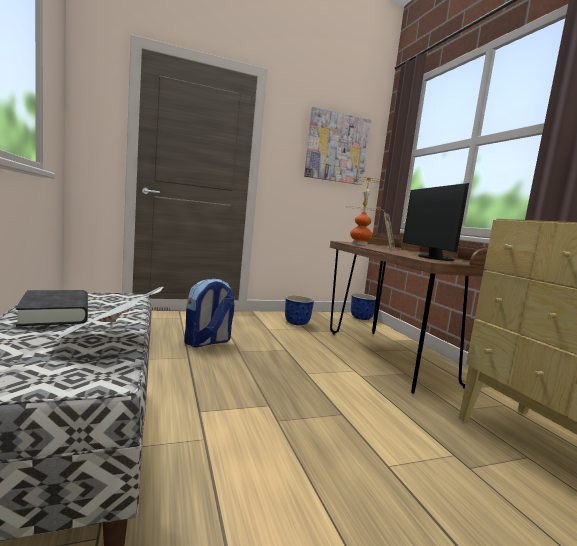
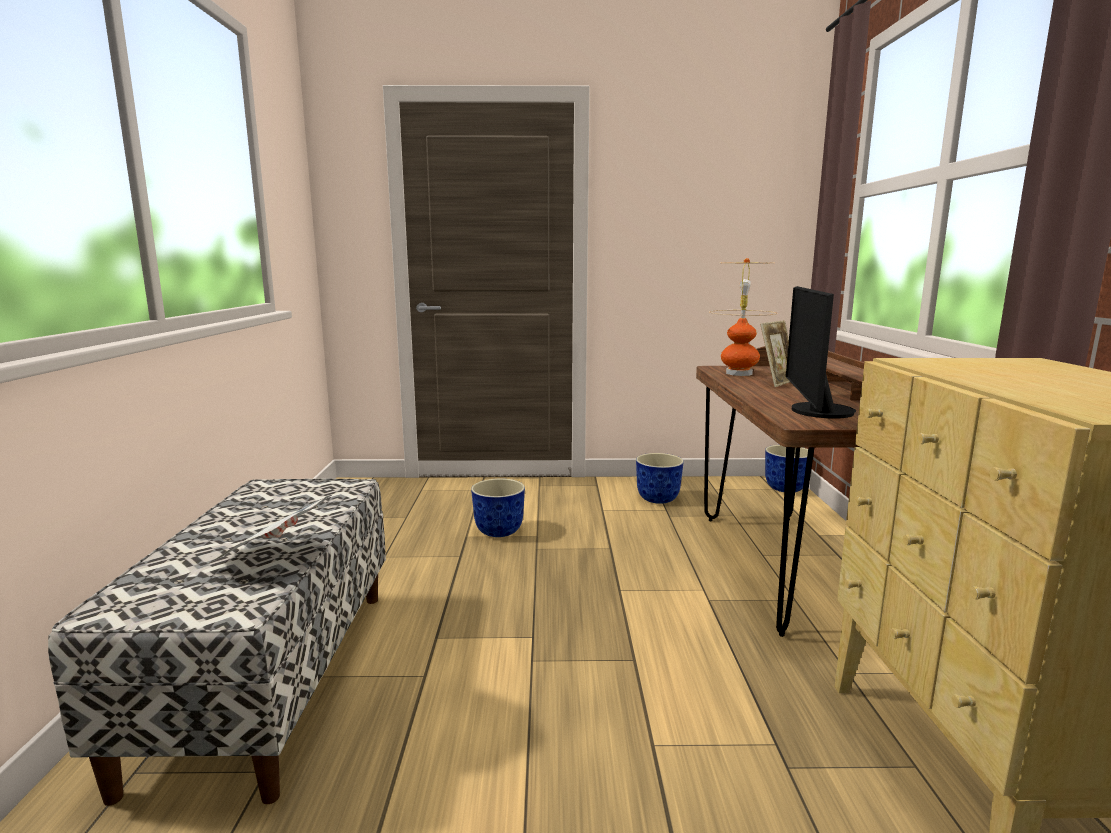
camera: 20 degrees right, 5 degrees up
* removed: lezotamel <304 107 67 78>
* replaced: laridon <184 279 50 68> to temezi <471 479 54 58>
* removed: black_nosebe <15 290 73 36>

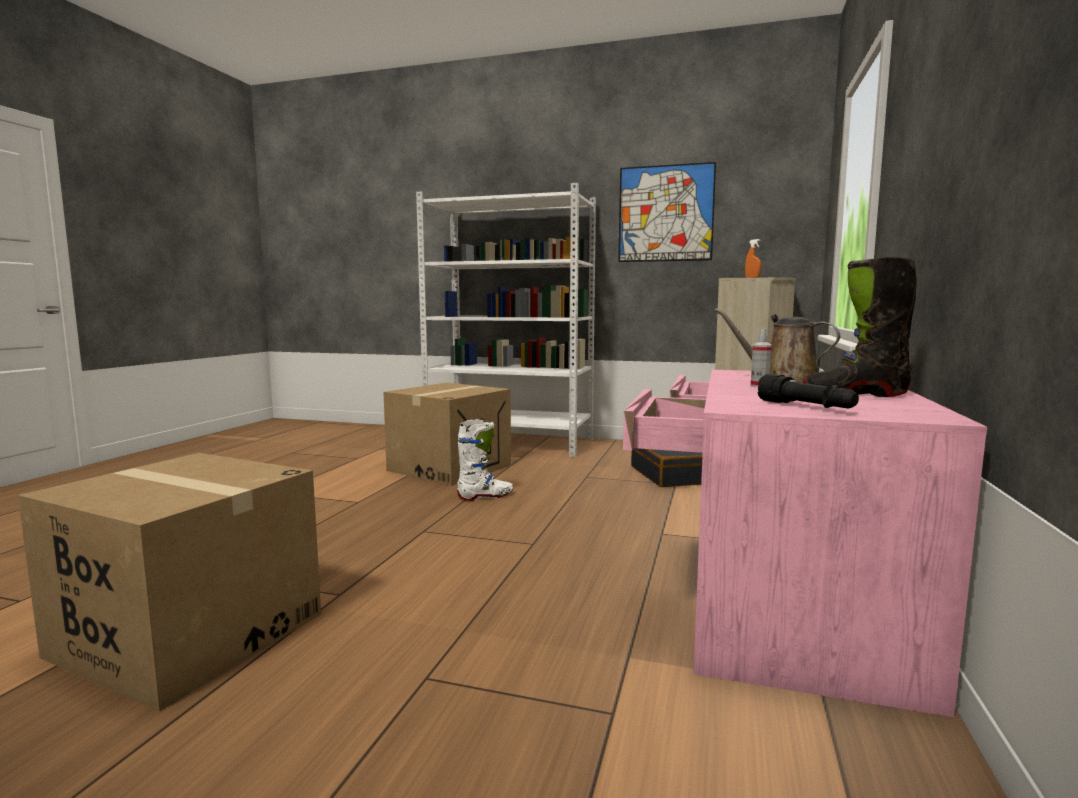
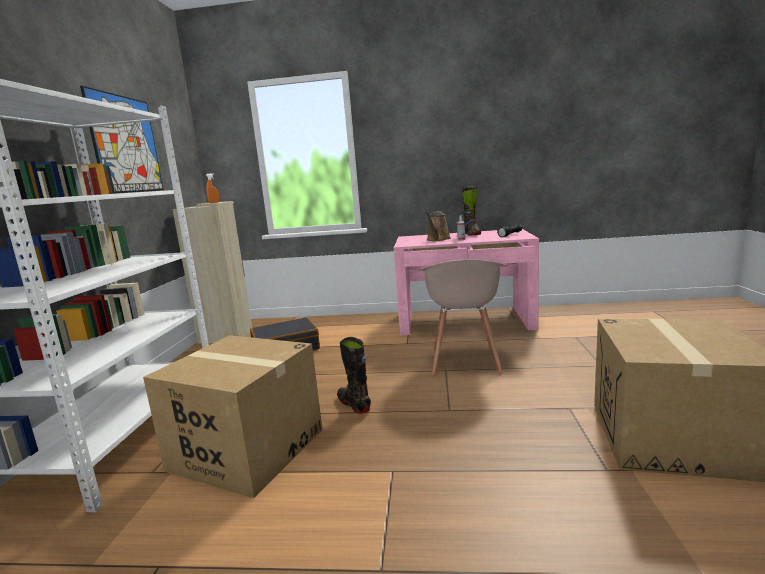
camera: 100 degrees left, 5 degrees up
* recoloured: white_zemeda <457 419 57 82> to black_zemeda <337 337 34 77>
* added: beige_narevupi <417 259 91 117>

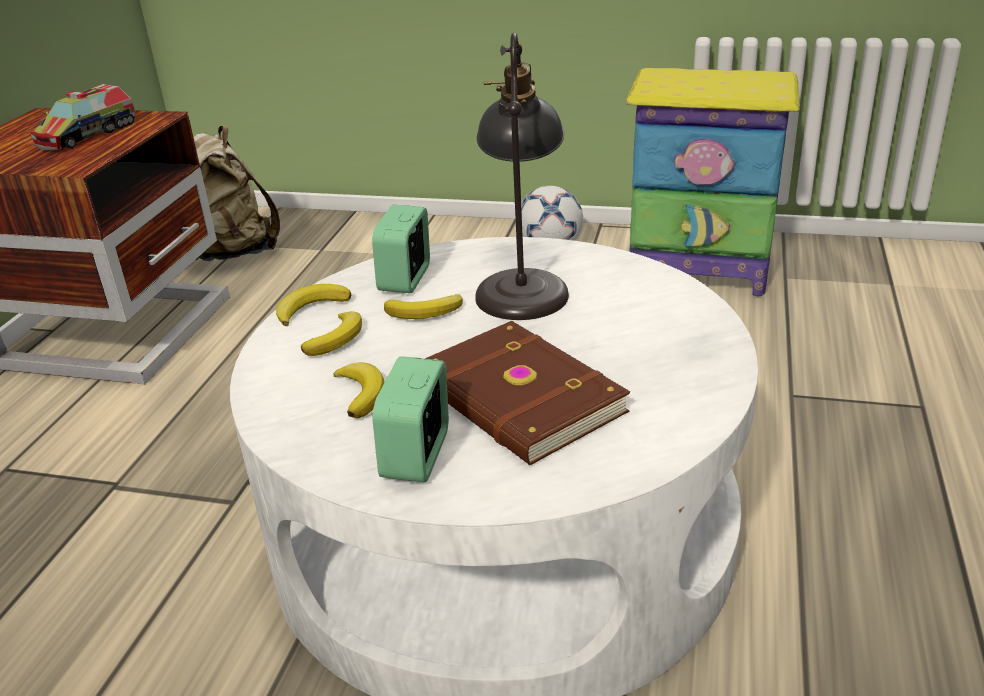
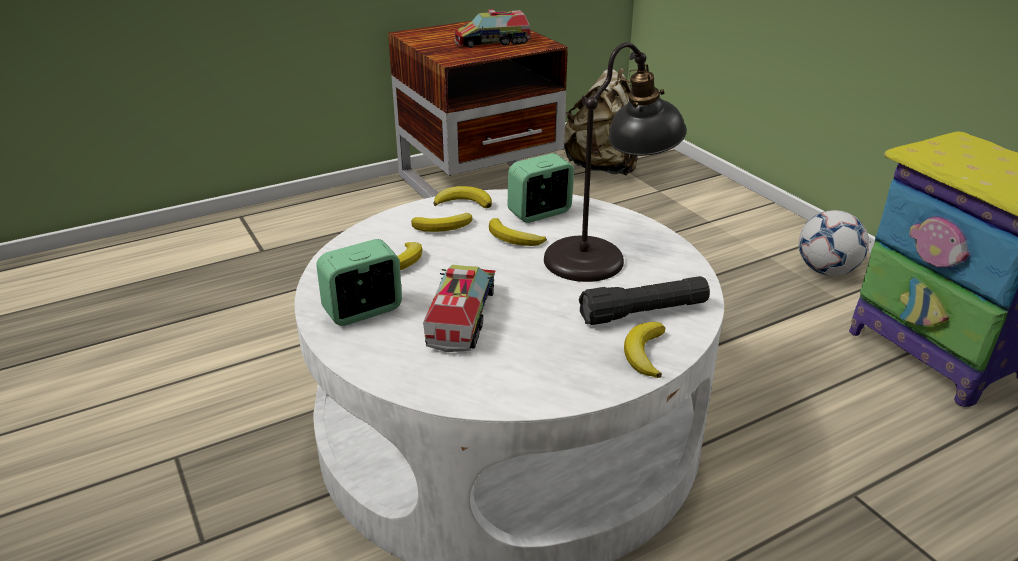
camera: 45 degrees right, 0 degrees up
* replaced: brown_nosebe <425 321 205 144> to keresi <423 265 73 87>
* added: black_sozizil <579 276 131 49>
* added: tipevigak <624 322 42 56>

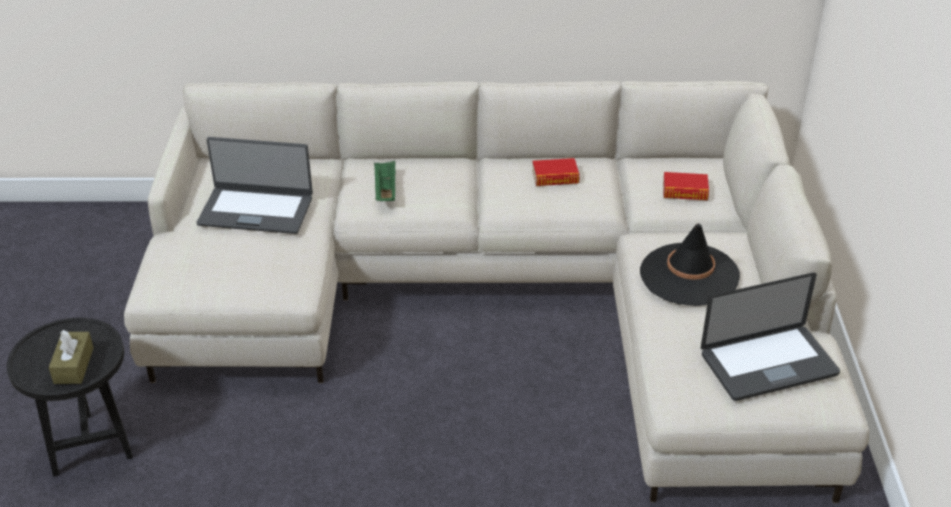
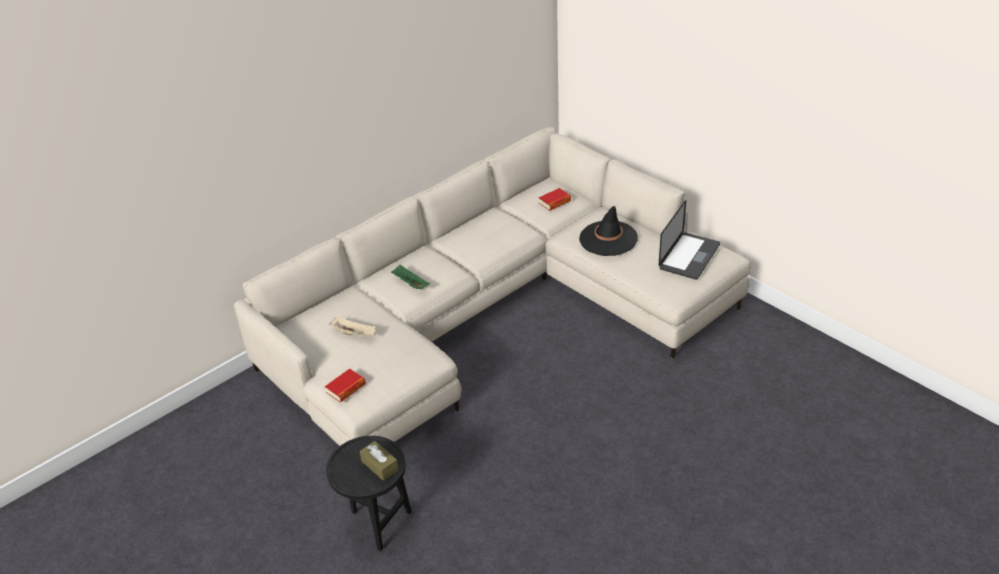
camera: 40 degrees left, 0 degrees up
* replaced: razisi <196 137 117 97> to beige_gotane <329 317 47 20>
* moved: nosebe <532 158 48 28> to <325 369 41 33>

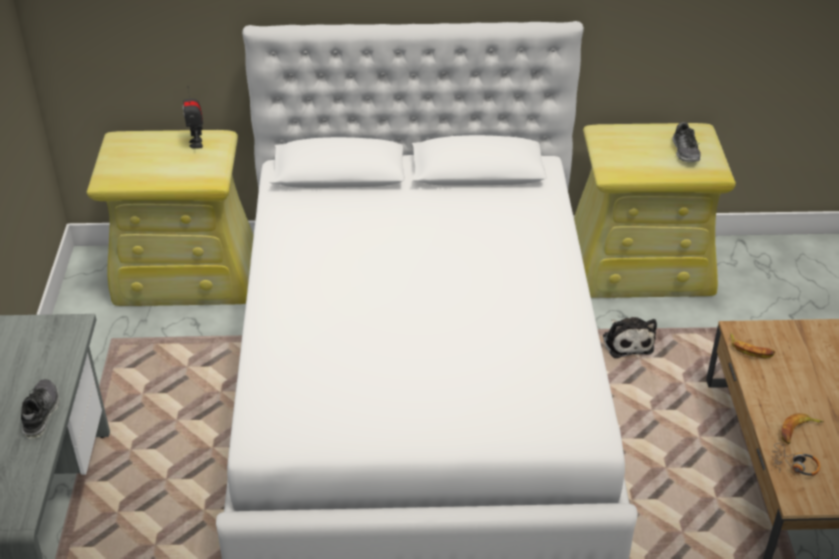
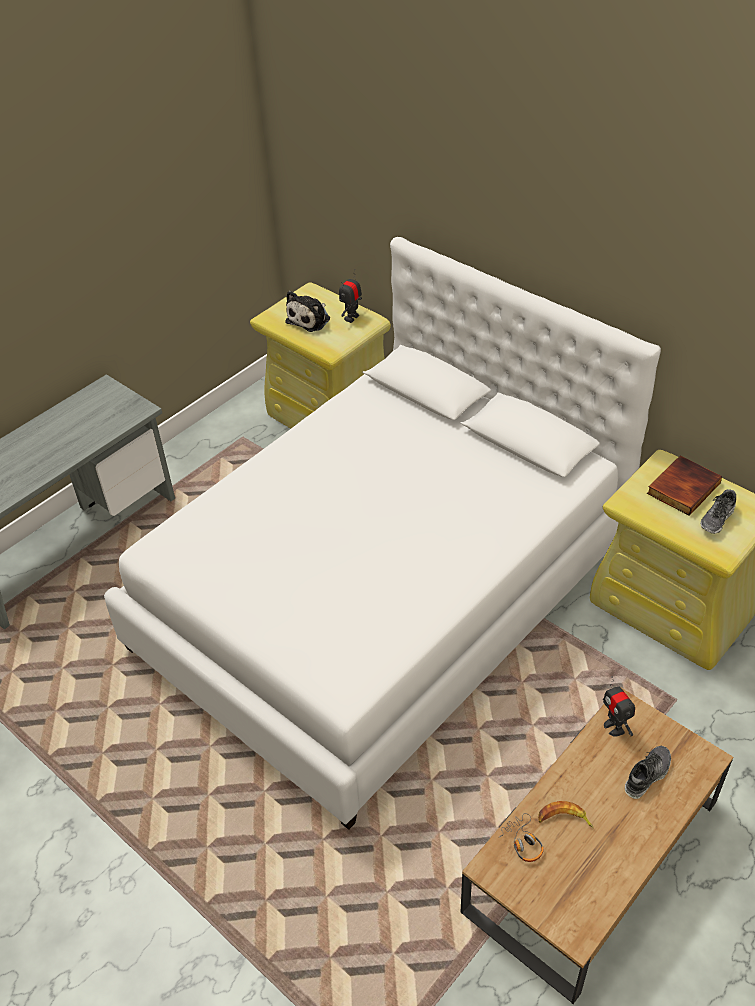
camera: 45 degrees right, 5 degrees up
* moved: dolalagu <603 317 54 41> to <285 291 45 41>
* replaced: tipevigak <730 333 45 25> to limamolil <603 676 32 61>
* moved: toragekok <21 379 39 60> to <625 746 46 53>
* added: nosebe <647 456 75 60>

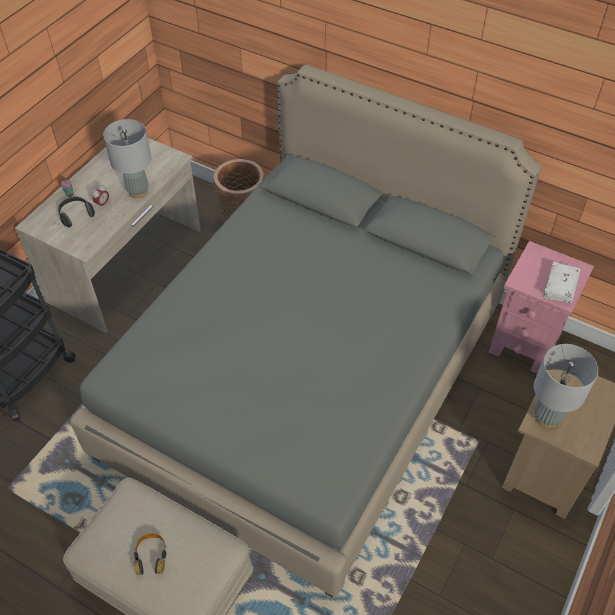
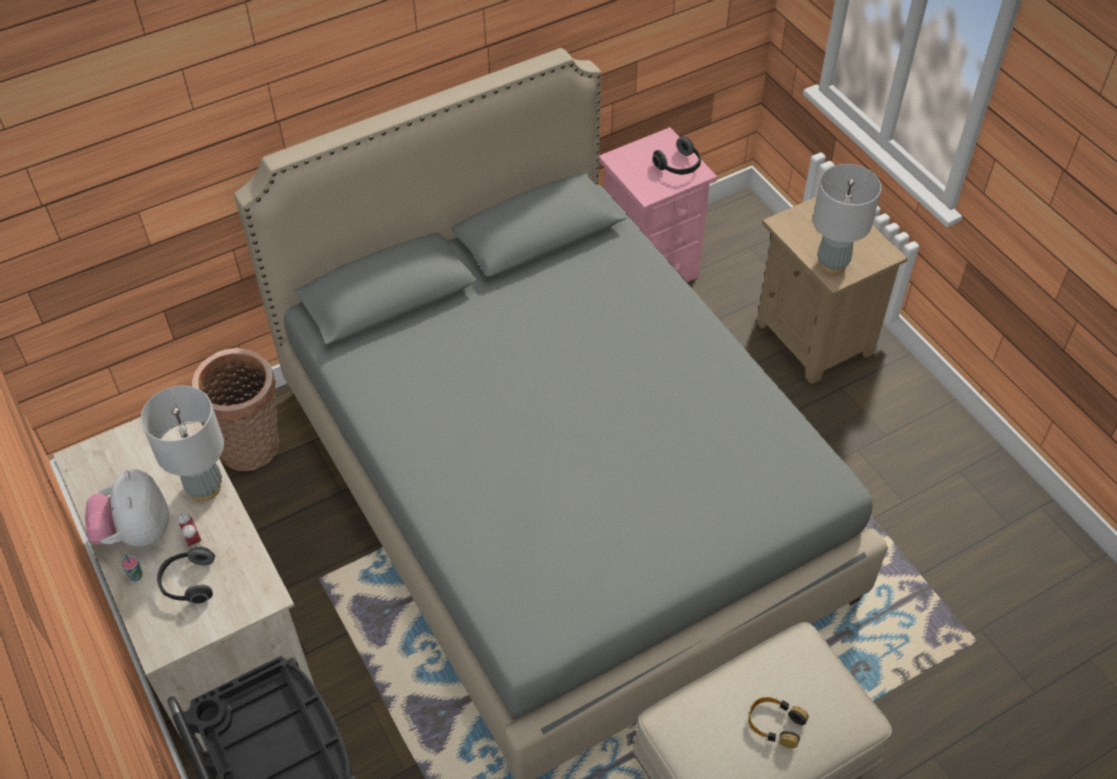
camera: 60 degrees left, 0 degrees up
* replaced: white_nosebe <543 262 38 41> to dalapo <652 136 49 39>
* added: dolalagu <85 469 84 78>

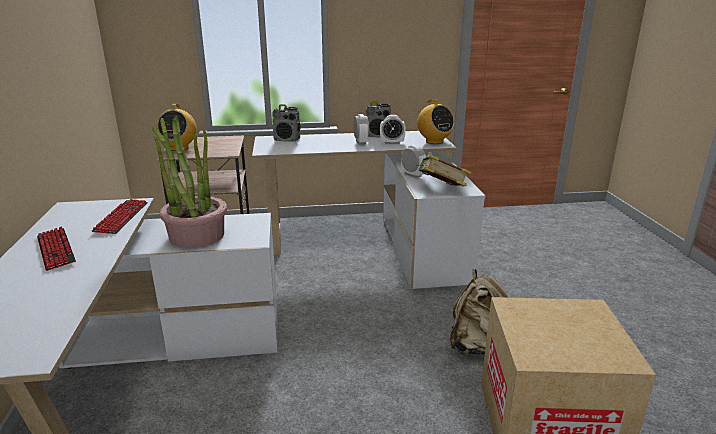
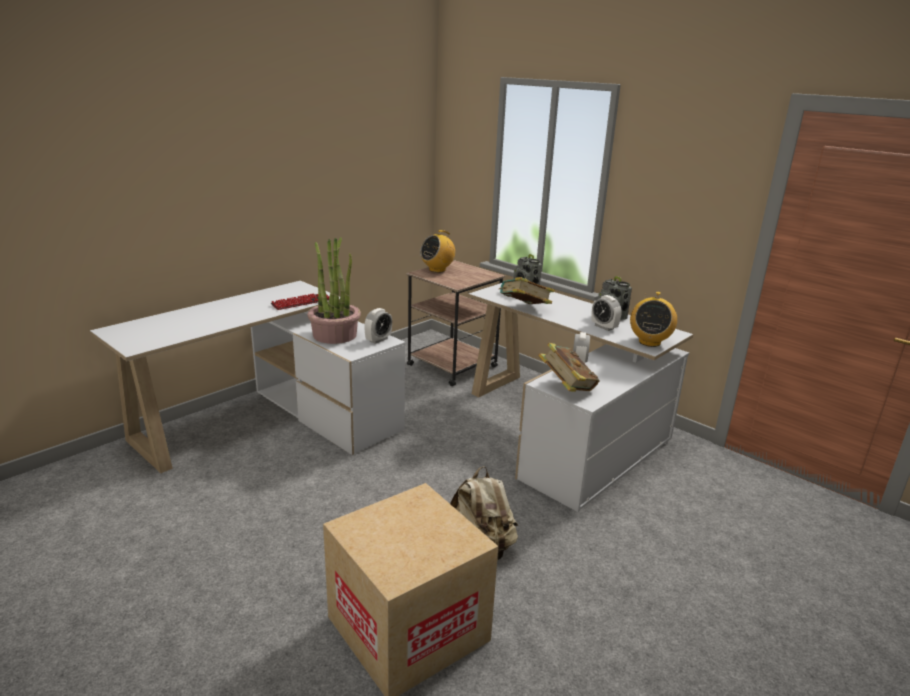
camera: 50 degrees right, 0 degrees up
* moved: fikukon <353 114 16 31> to <364 308 28 36>
* removed: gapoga <37 226 39 45>
* added: nosebe <499 277 56 27>

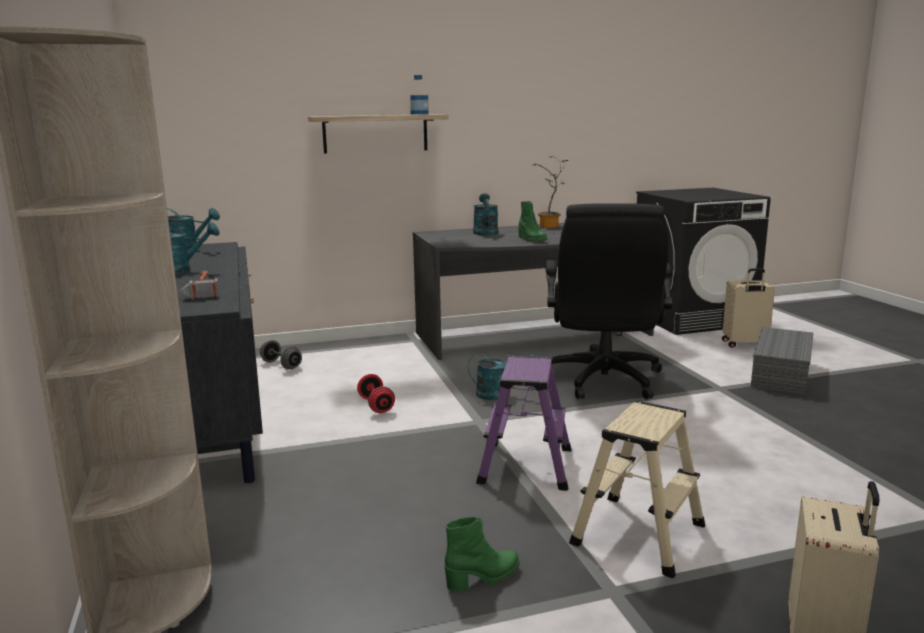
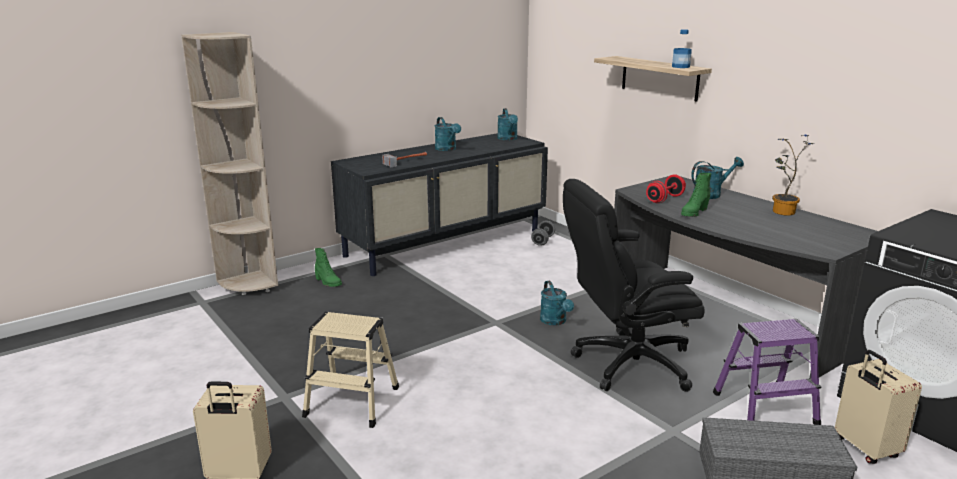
camera: 70 degrees right, 5 degrees up
* moved: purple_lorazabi <476 355 95 136> to <713 318 108 107>
* moved: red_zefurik <357 374 38 39> to <646 174 40 29>
* moved: green_zemeda <444 517 75 74> to <315 248 27 39>

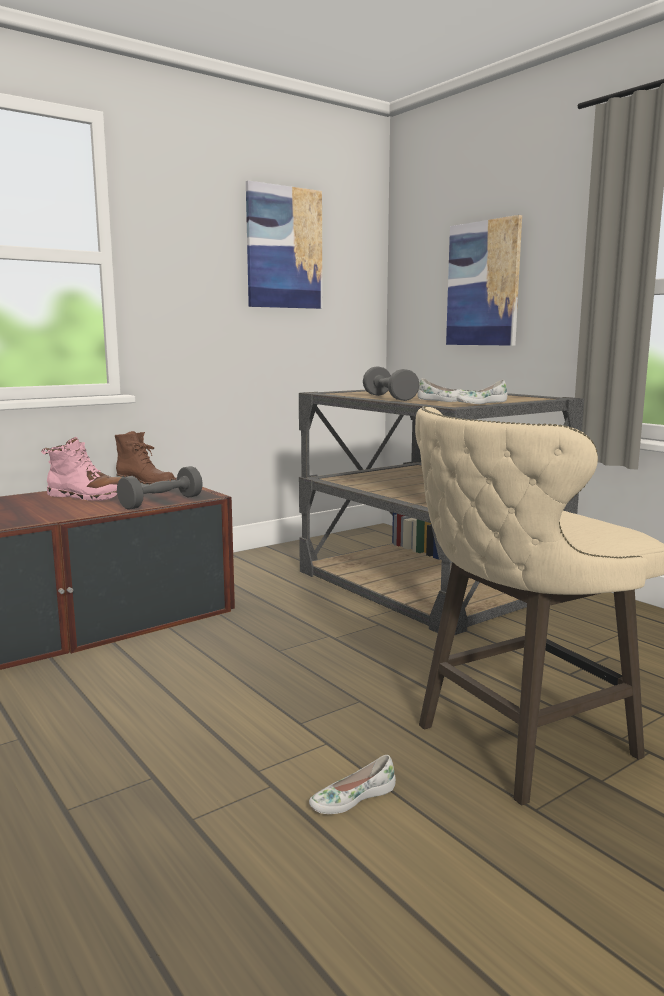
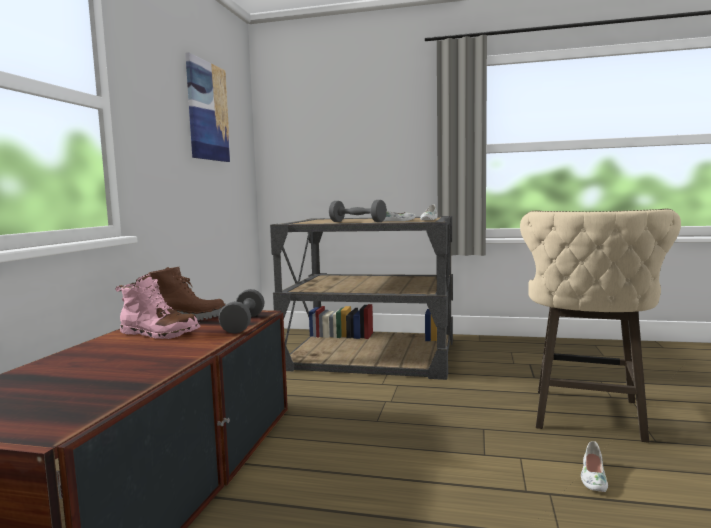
camera: 40 degrees left, 5 degrees down
* removed: lezotamel <446 215 76 131>
* turned: pink_zemeda <41 437 81 64> = <115 274 86 65> 45 degrees clockwise

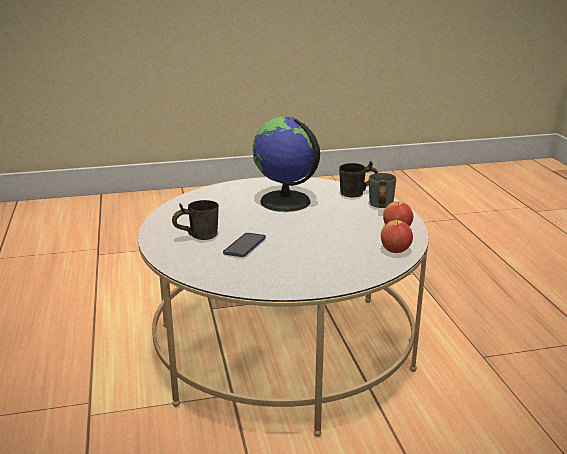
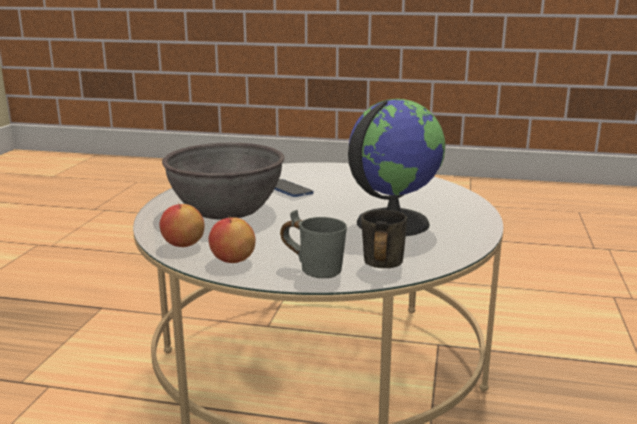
camera: 115 degrees right, 5 degrees down
* removed: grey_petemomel <172 200 47 40>
* added: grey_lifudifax <162 143 122 77>

